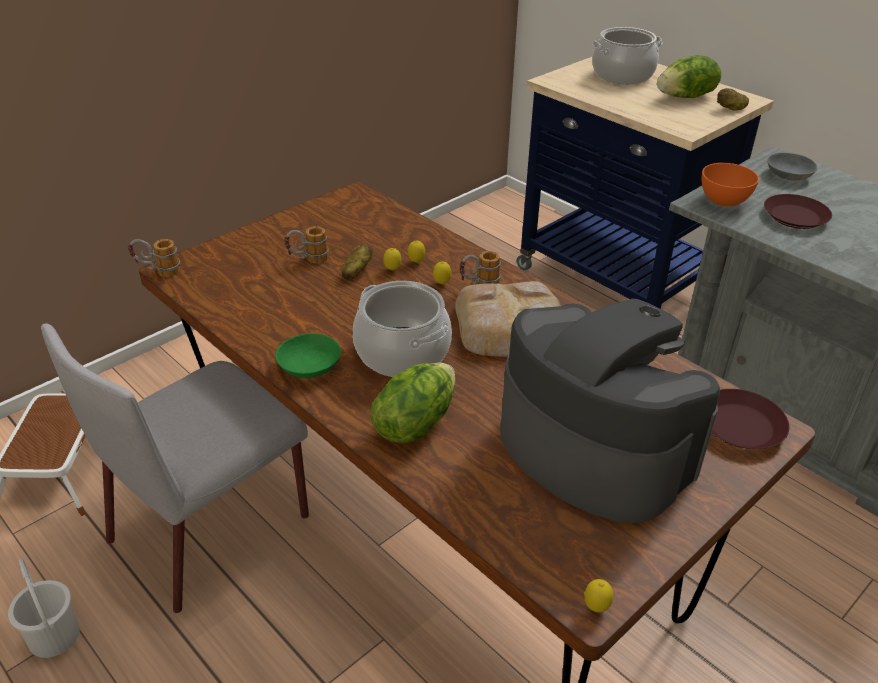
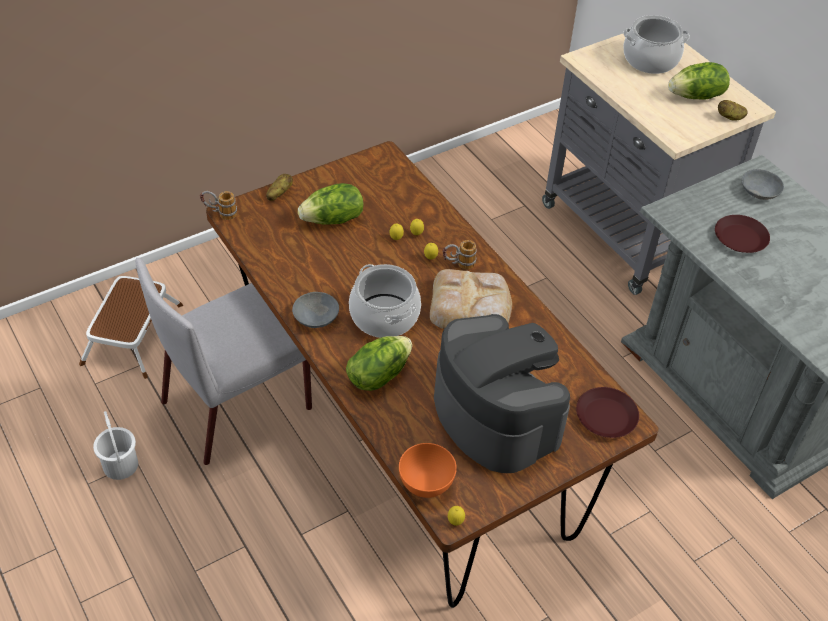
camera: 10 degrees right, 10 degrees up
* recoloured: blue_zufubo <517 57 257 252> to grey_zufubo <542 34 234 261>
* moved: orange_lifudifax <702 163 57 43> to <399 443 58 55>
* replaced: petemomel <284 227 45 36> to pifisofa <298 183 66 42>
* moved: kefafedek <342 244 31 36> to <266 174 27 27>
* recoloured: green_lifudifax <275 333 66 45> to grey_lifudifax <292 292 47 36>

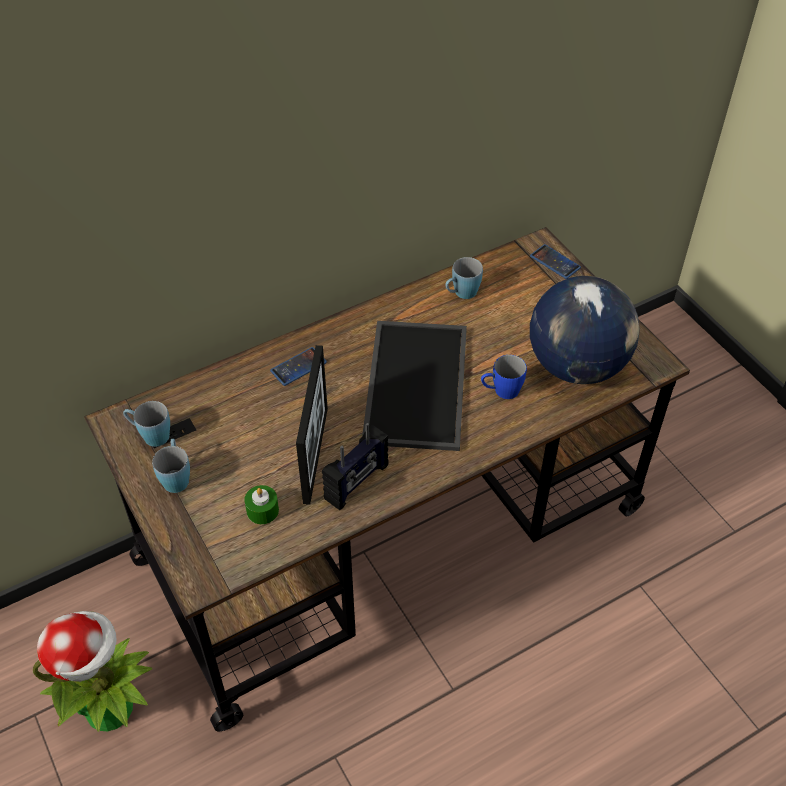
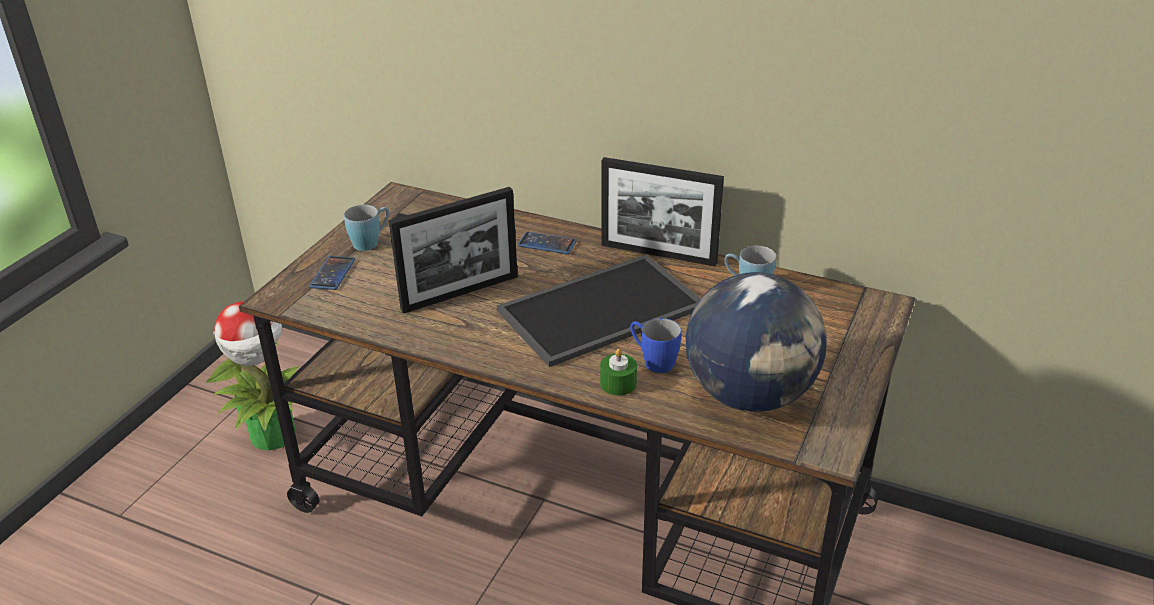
camera: 55 degrees right, 15 degrees down
* moved: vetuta <530 244 51 35> to <309 256 46 34>
* removed: blue_petemomel <123 401 47 46>
* removed: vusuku <322 423 67 87>
* moved: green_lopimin <244 485 35 39> to <600 349 37 47>
* added: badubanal <601 157 123 110>

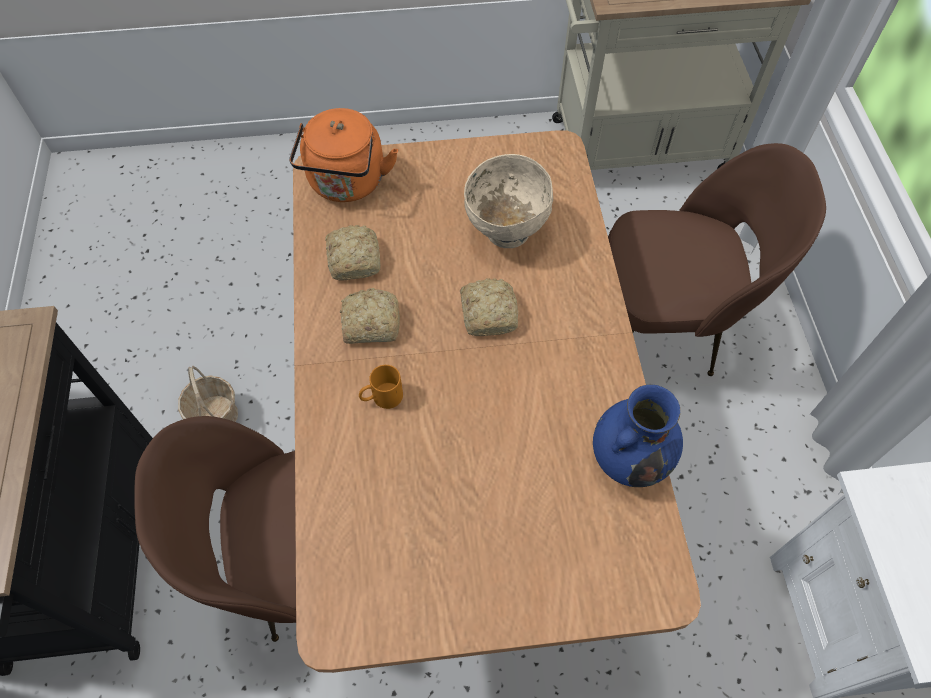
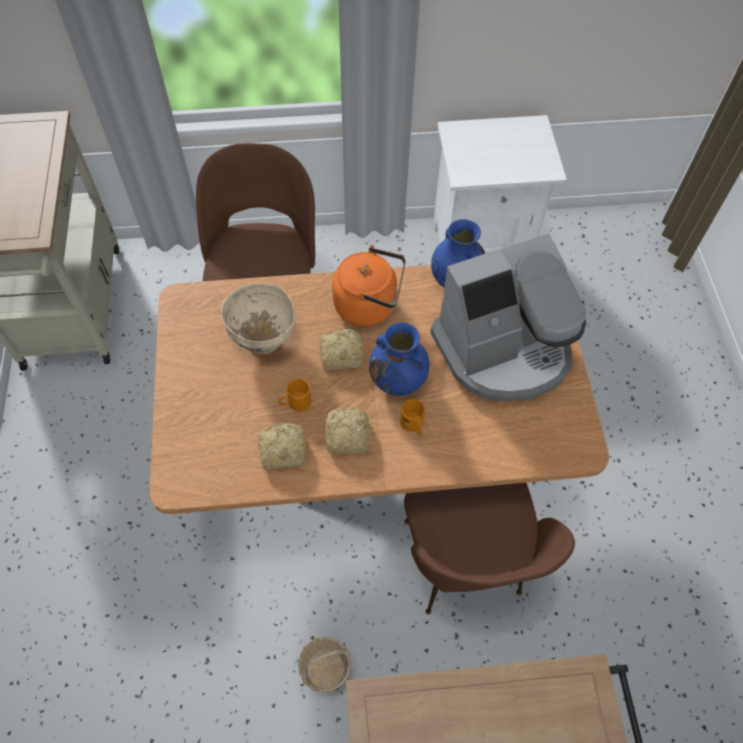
camera: 90 degrees left, 0 degrees up
* moved: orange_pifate <289 108 109 94> to <332 245 74 81>
* added: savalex <431 233 155 169>
* added: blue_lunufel <369 322 61 74>
* added: orange_petemomel <279 379 32 33>

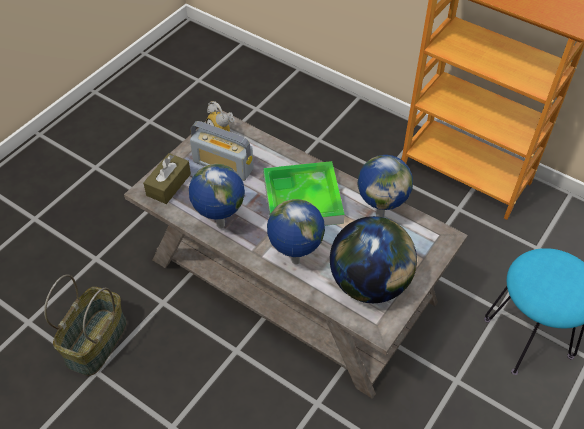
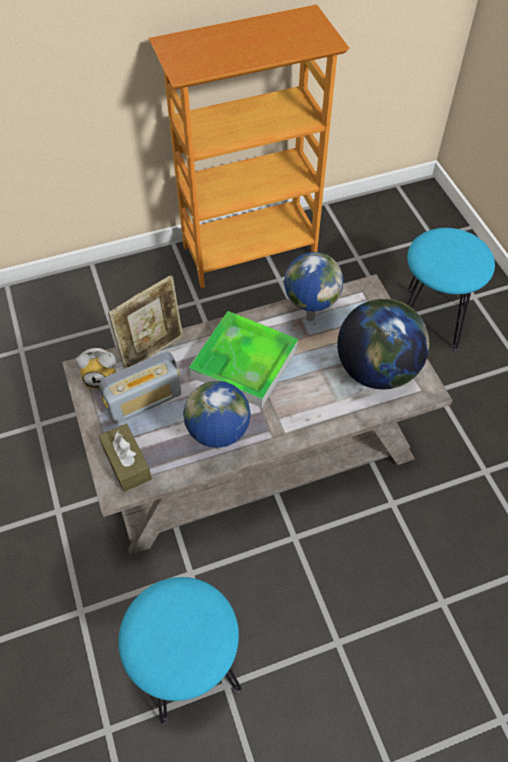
camera: 55 degrees left, 5 degrees up
* removed: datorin <267 199 58 65>
* replaced: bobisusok <44 274 83 102> to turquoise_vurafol <118 577 124 148>
* added: badubanal <108 275 75 94>

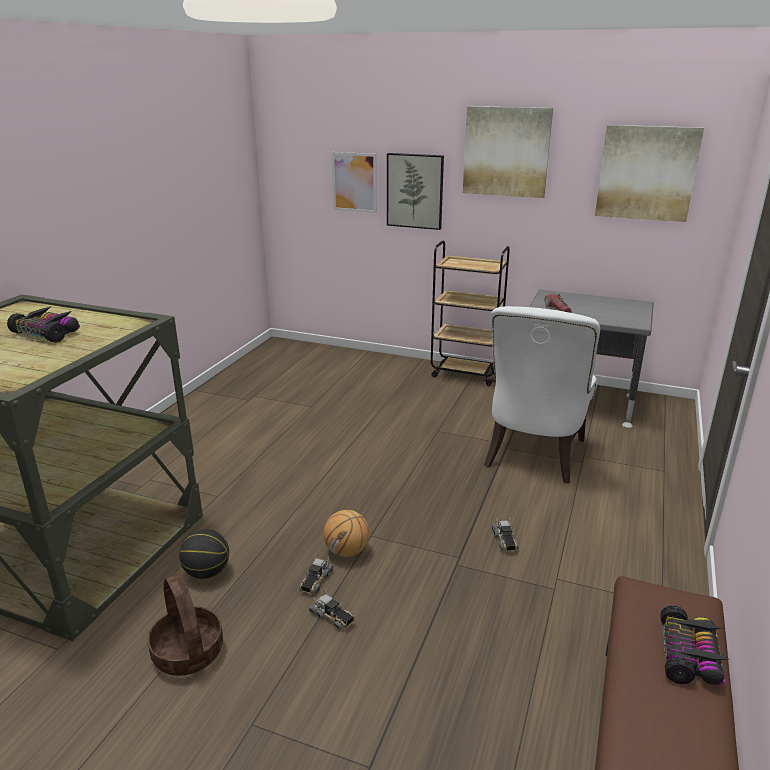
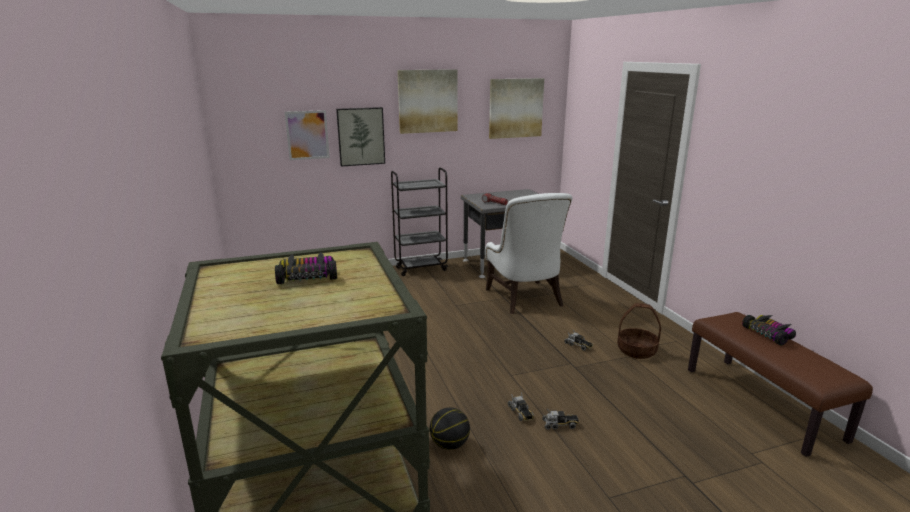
camera: 40 degrees left, 5 degrees down
* recoloured: brown_zufubo <431 241 79 145> to grey_zufubo <391 168 58 108>
* removed: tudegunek <323 510 46 47>
* moved: bobisusok <148 573 75 103> to <617 303 44 56>

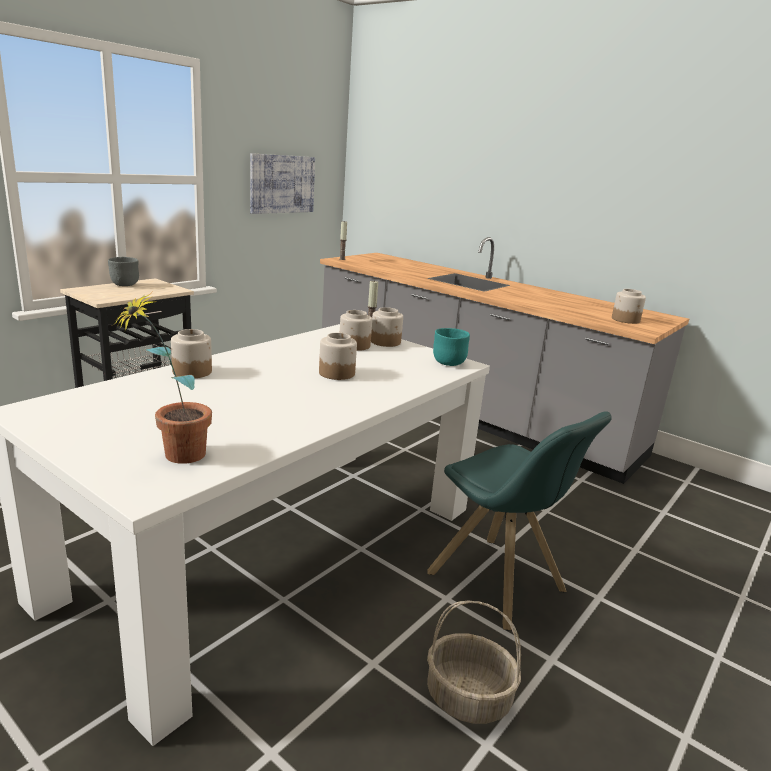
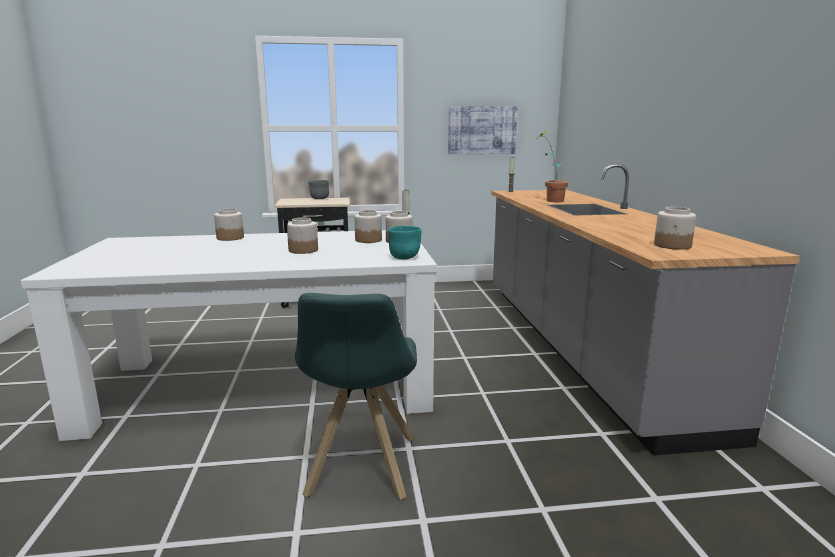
camera: 45 degrees right, 5 degrees down
* moved: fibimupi <113 291 99 173> to <535 130 33 72>
* removed: bobisusok <427 601 94 123>

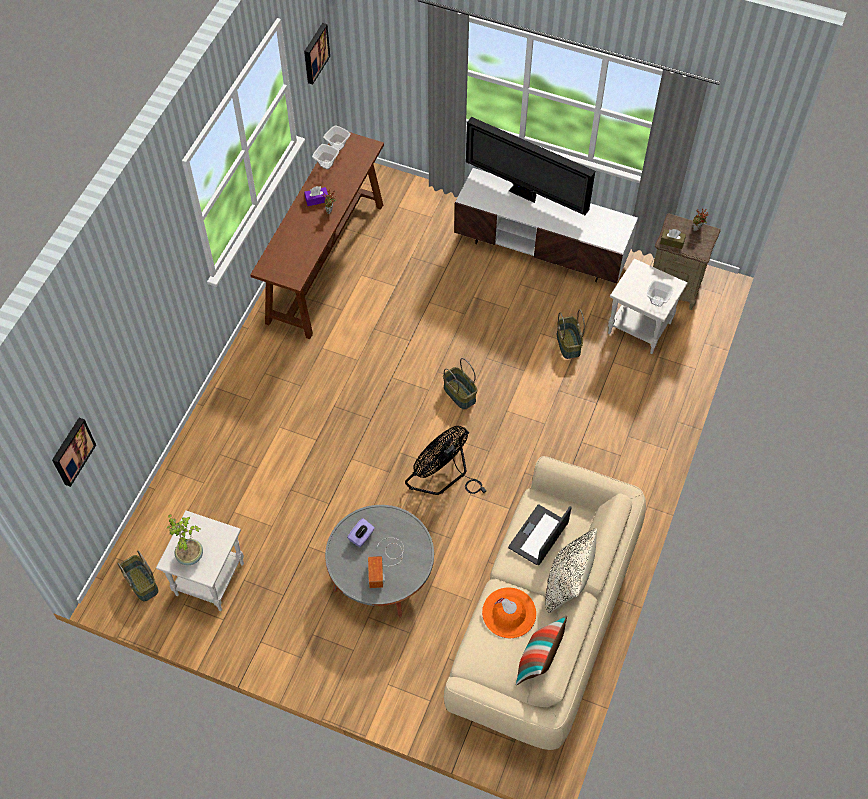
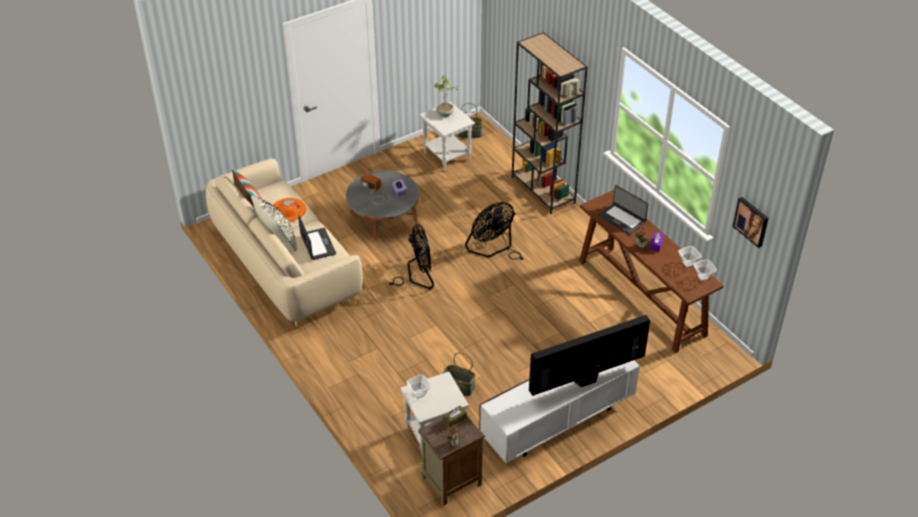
camera: 125 degrees right, 15 degrees down
* removed: bobisusok <443 358 34 52>
* removed: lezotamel <52 418 44 69>
* added: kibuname <512 32 76 182>
* added: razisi <598 185 51 50>
* added: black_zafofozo <465 202 58 58>

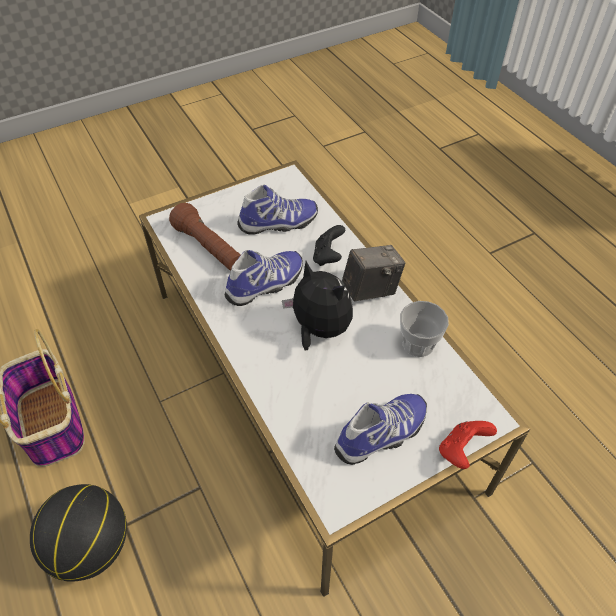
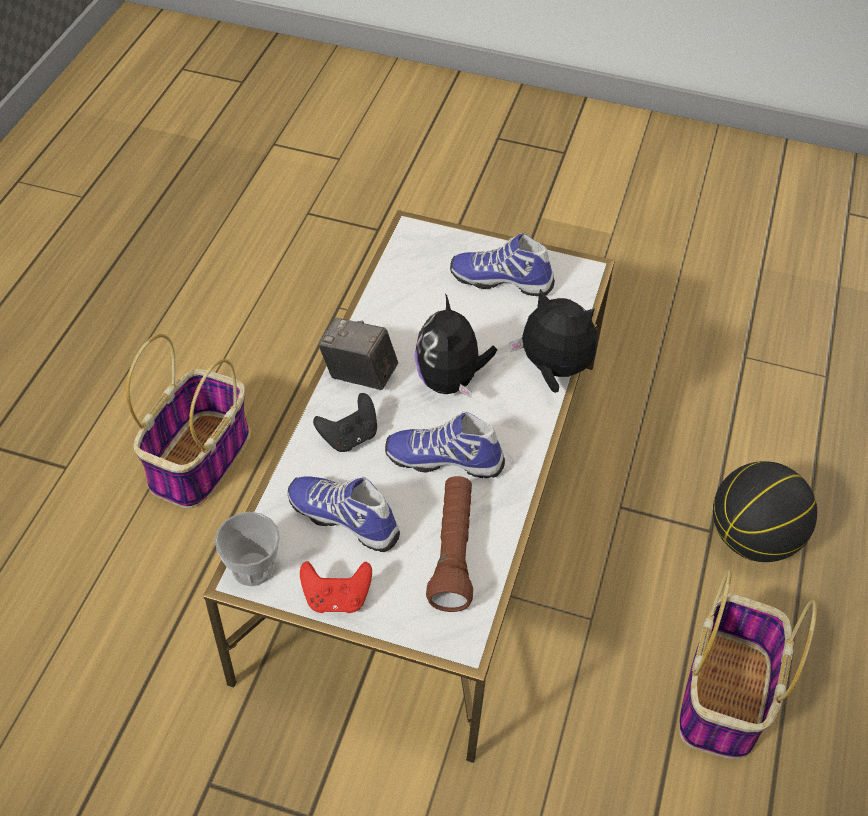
camera: 135 degrees left, 0 degrees up
* moved: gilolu <400 301 49 56> to <215 512 65 74>
* moved: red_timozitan <439 421 58 48> to <300 561 72 52>
* added: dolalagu <509 289 88 104>
* added: bobisusok <126 334 123 175>

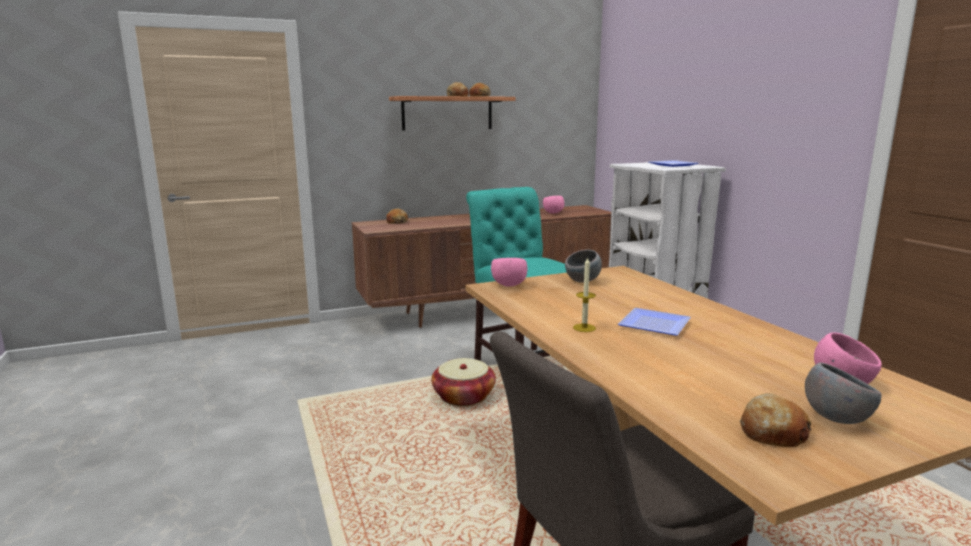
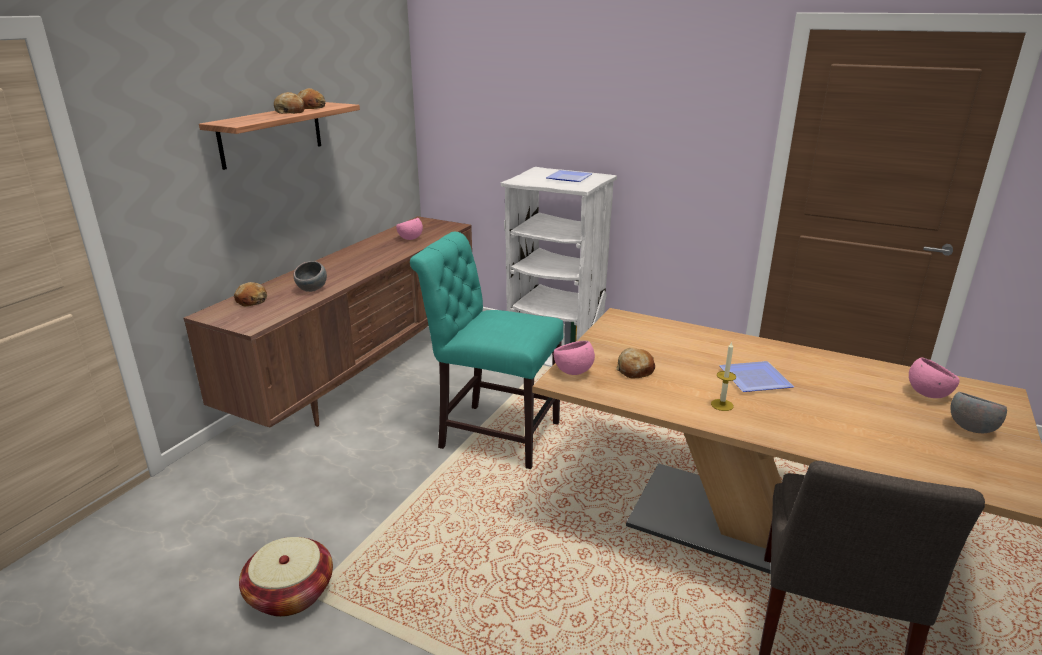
camera: 40 degrees left, 10 degrees up
* moved: grey_lifudifax <565 250 37 33> to <294 261 33 31>
* moved: bobisusok <431 358 65 48> to <239 537 94 80>
* moved: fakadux <740 393 71 54> to <616 348 39 30>

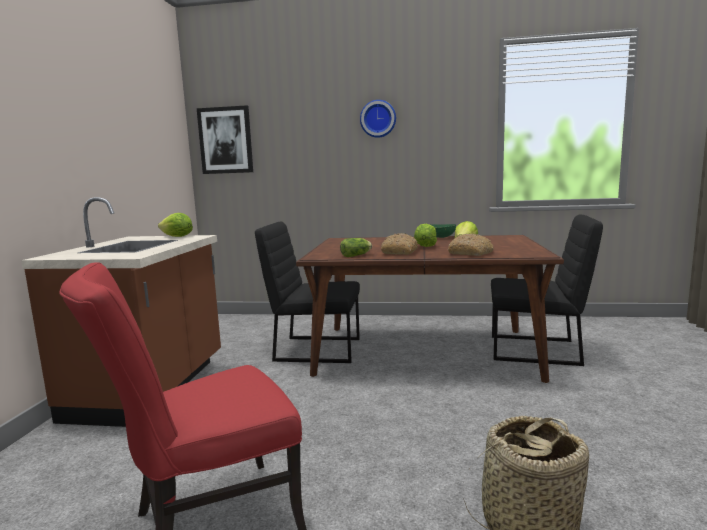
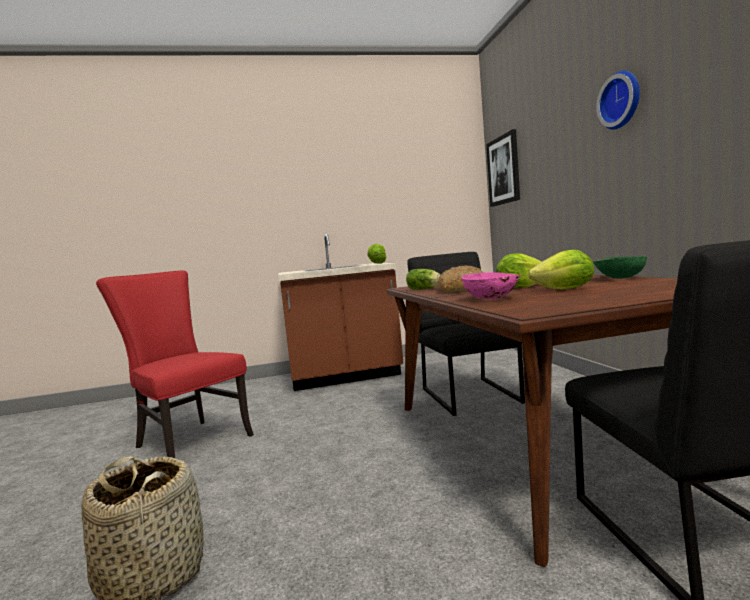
camera: 70 degrees right, 5 degrees down
* replaced: fakadux <448 234 46 22> to pink_lifudifax <462 272 58 27>

